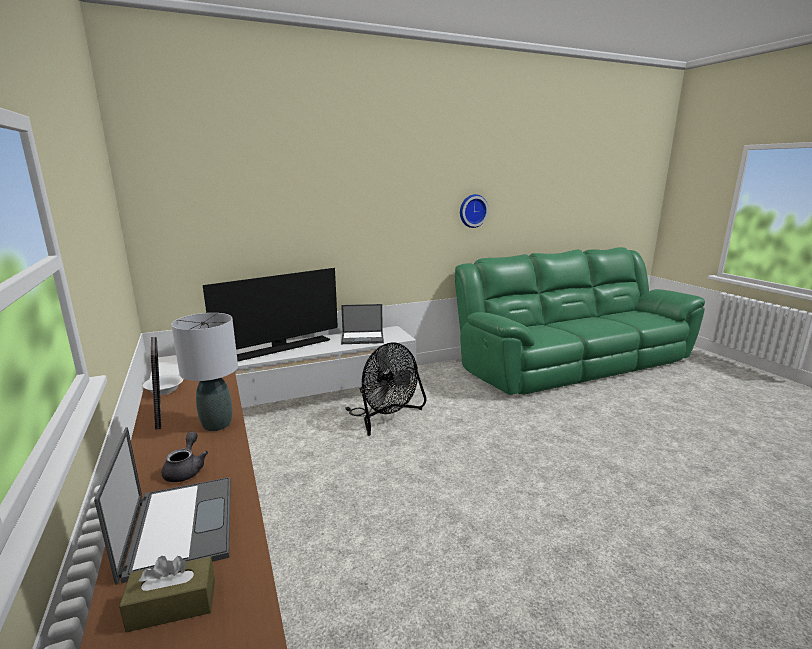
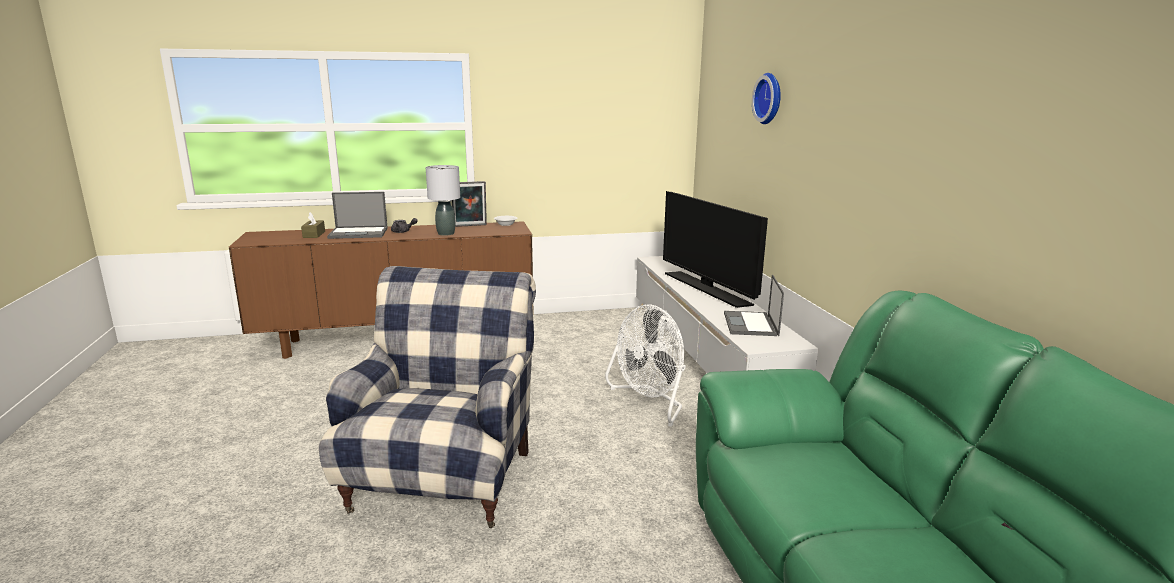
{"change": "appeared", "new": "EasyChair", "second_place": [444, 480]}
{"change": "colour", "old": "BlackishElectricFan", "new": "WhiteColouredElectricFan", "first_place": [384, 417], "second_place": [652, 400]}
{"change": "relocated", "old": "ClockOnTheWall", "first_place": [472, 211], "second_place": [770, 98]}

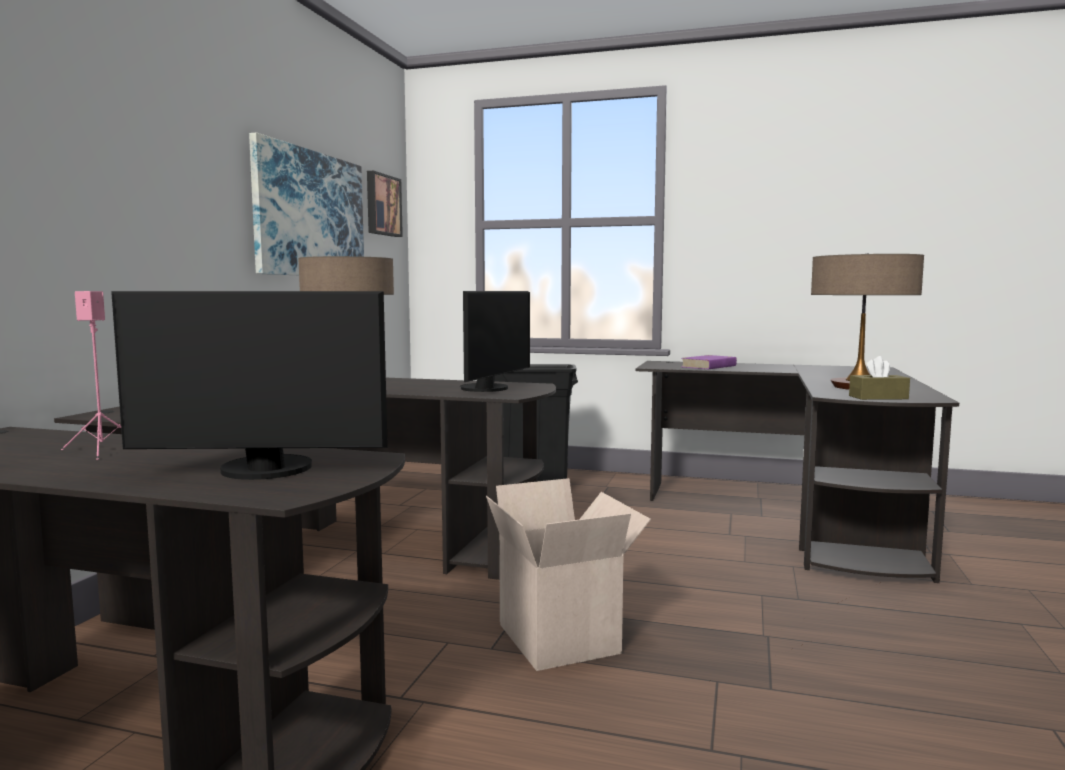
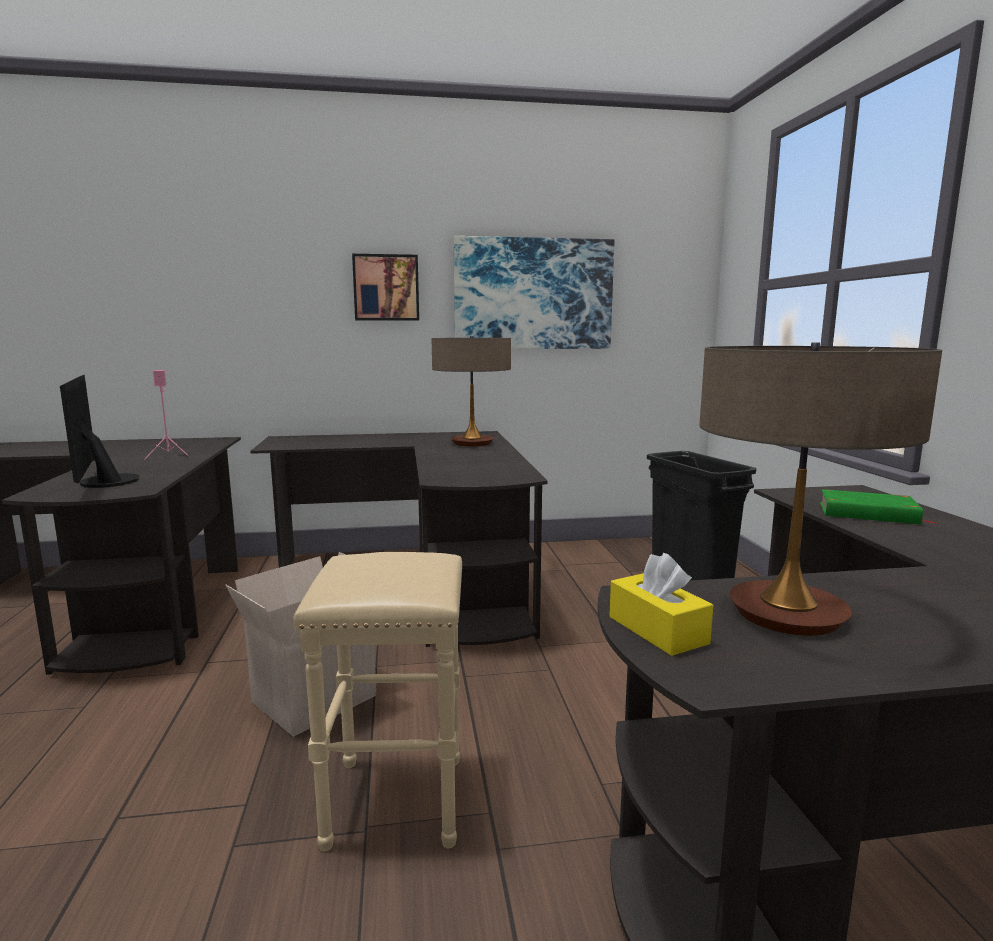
{"change": "appeared", "new": "BeigeColouredStoolSeat", "second_place": [392, 798]}
{"change": "relocated", "old": "WallPicture", "first_place": [382, 205], "second_place": [386, 288]}
{"change": "colour", "old": "BrownColouredTissueHolder", "new": "YellowTissueHolder", "first_place": [878, 397], "second_place": [657, 630]}
{"change": "colour", "old": "PurplishVolume", "new": "GreenVolume", "first_place": [709, 366], "second_place": [868, 513]}
{"change": "missing", "old": "Monitor", "first_place": [489, 388]}

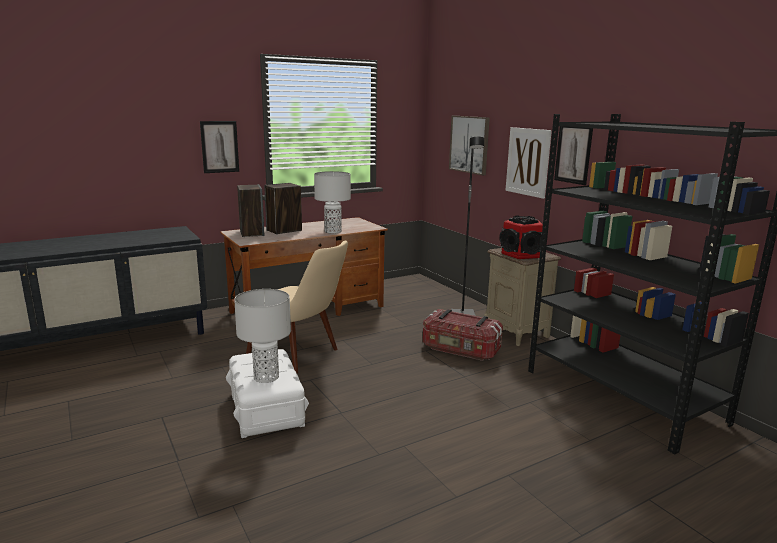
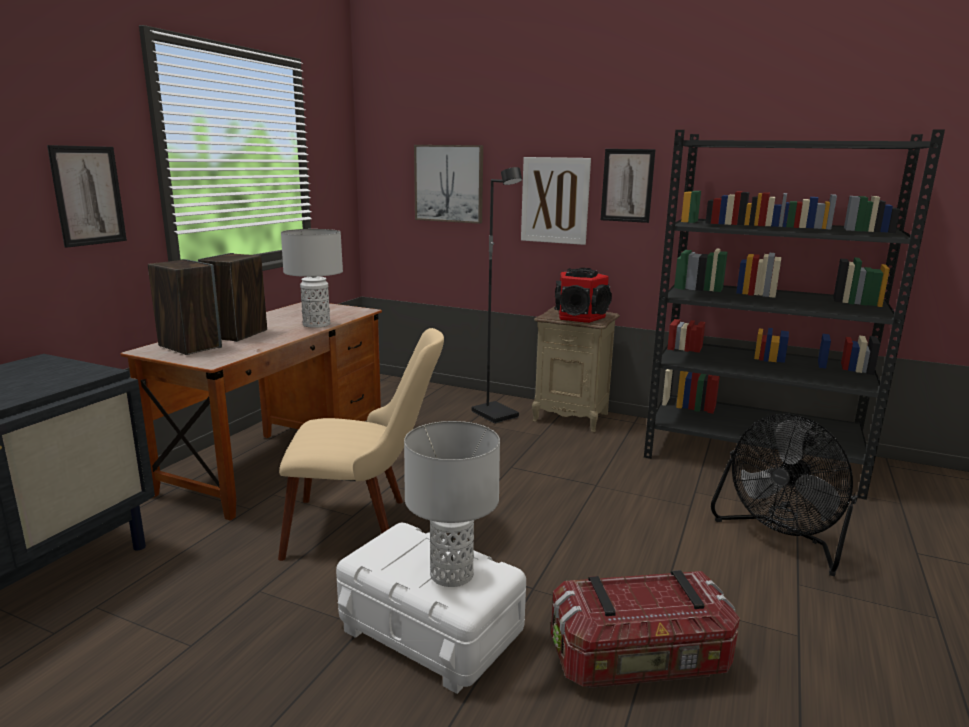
{"change": "relocated", "old": "StorageContainer", "first_place": [460, 350], "second_place": [640, 661]}
{"change": "appeared", "new": "BlackishElectricFan", "second_place": [779, 536]}

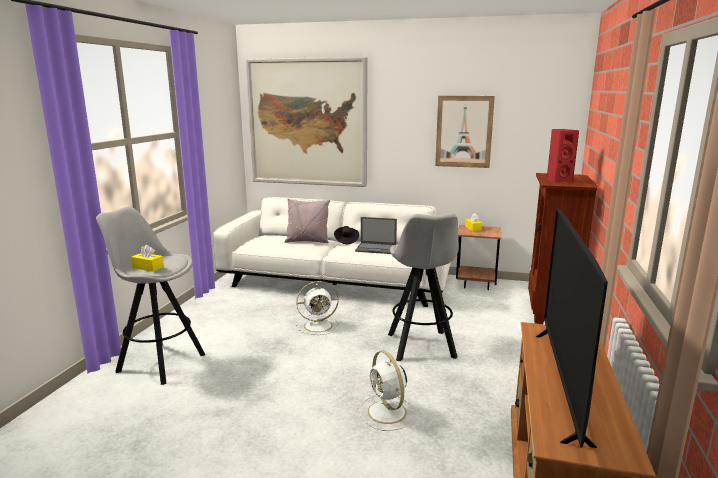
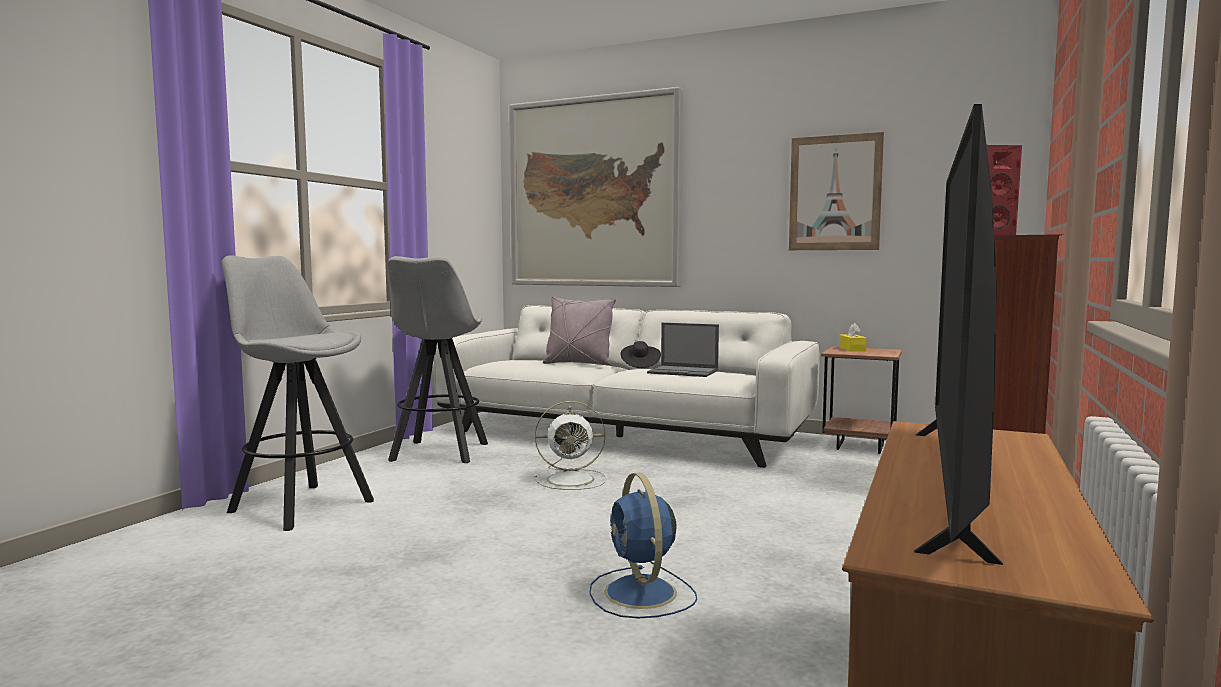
{"change": "relocated", "old": "GreyStoolSeat", "first_place": [421, 347], "second_place": [438, 453]}
{"change": "colour", "old": "WhiteColouredElectricFan", "new": "BluishElectricFan", "first_place": [388, 413], "second_place": [641, 594]}
{"change": "missing", "old": "YellowTissueHolder", "first_place": [148, 267]}

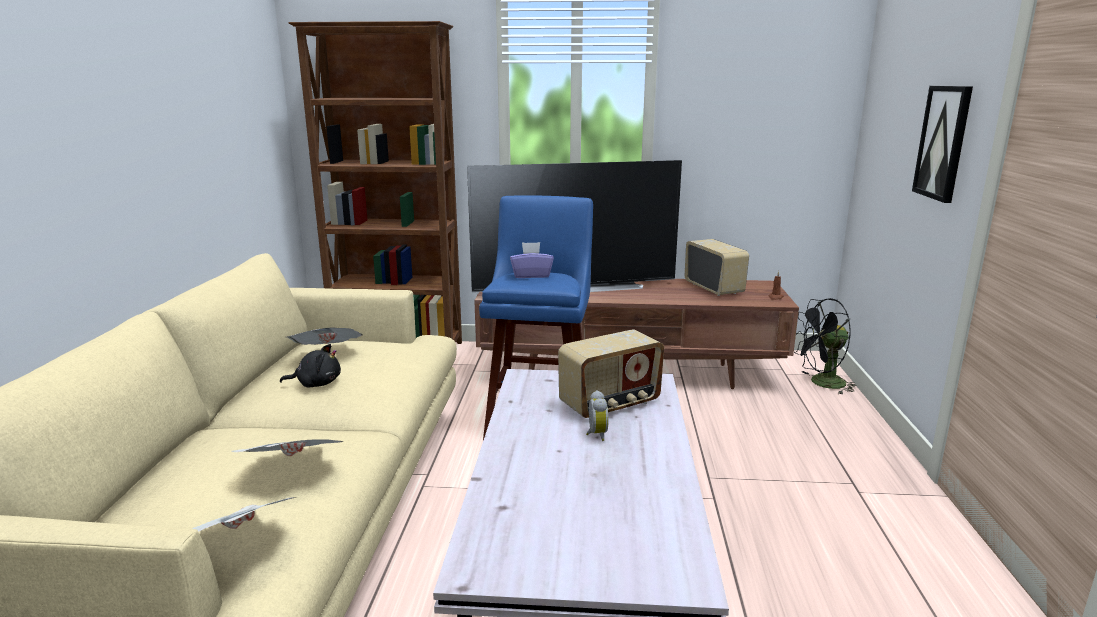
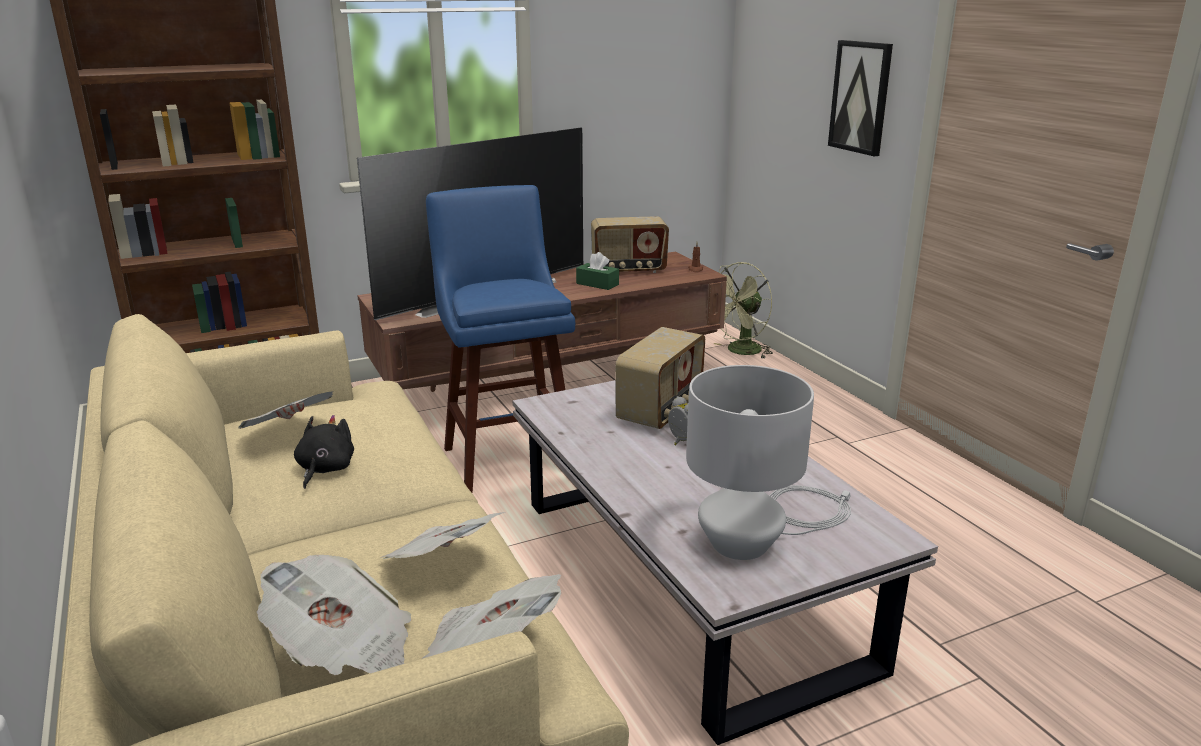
{"change": "appeared", "new": "PrintedPaper", "second_place": [344, 649]}
{"change": "spun", "old": "BlackishCuddlyToy", "first_place": [316, 384], "second_place": [324, 469], "degrees": -45}
{"change": "appeared", "new": "GreenTissueHolder", "second_place": [597, 284]}
{"change": "spun", "old": "RadioSet", "first_place": [714, 289], "second_place": [629, 270], "degrees": 135}
{"change": "appeared", "new": "WhiteColouredTableLamp", "second_place": [767, 529]}
{"change": "colour", "old": "BlackishElectricFan", "new": "GreenElectricFan", "first_place": [821, 384], "second_place": [740, 352]}
{"change": "missing", "old": "PurplishTissueHolder", "first_place": [531, 275]}

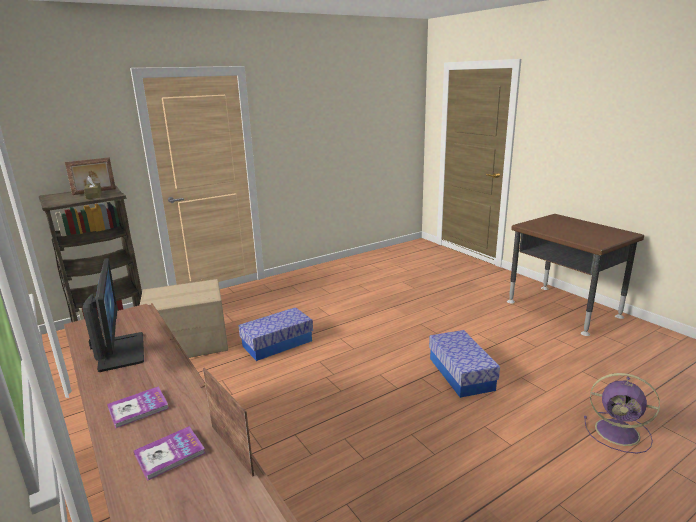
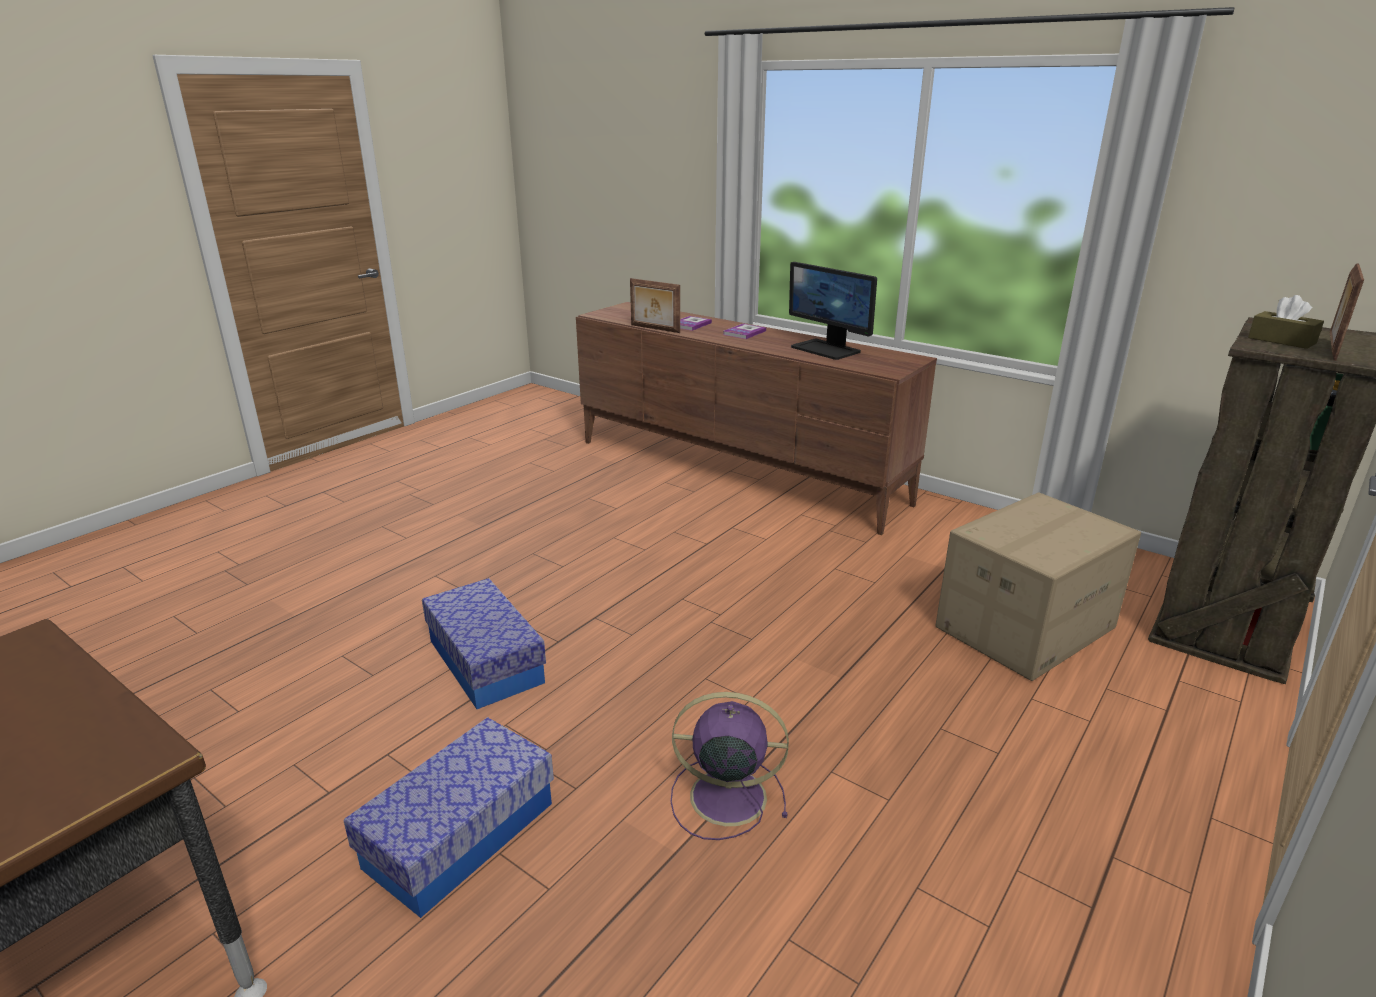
{"change": "relocated", "old": "StorageContainer", "first_place": [277, 344], "second_place": [460, 834]}
{"change": "relocated", "old": "PurplishElectricFan", "first_place": [619, 432], "second_place": [724, 796]}

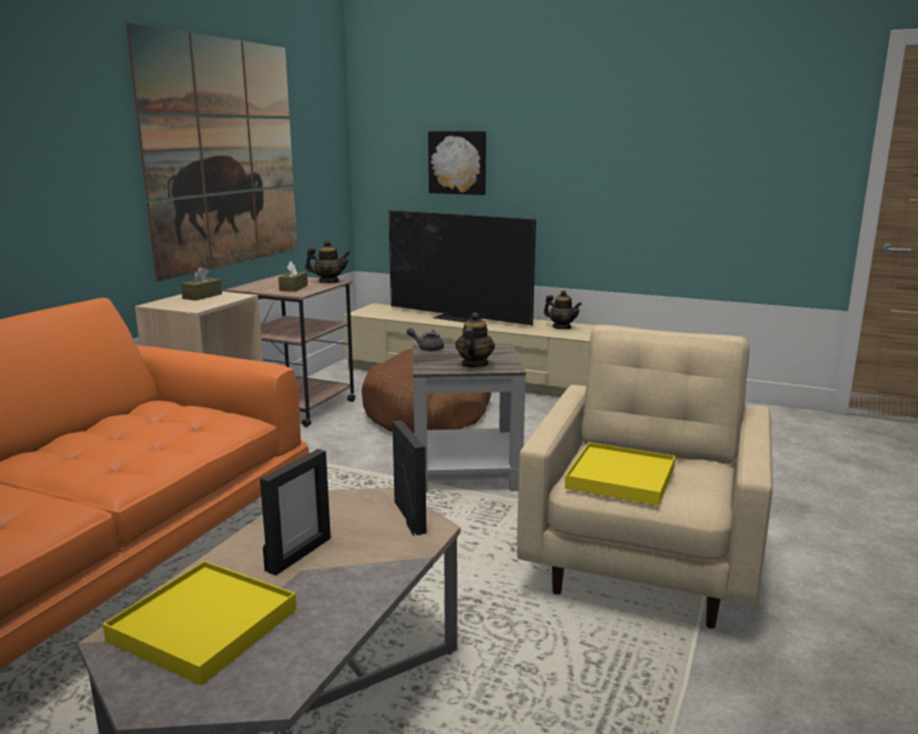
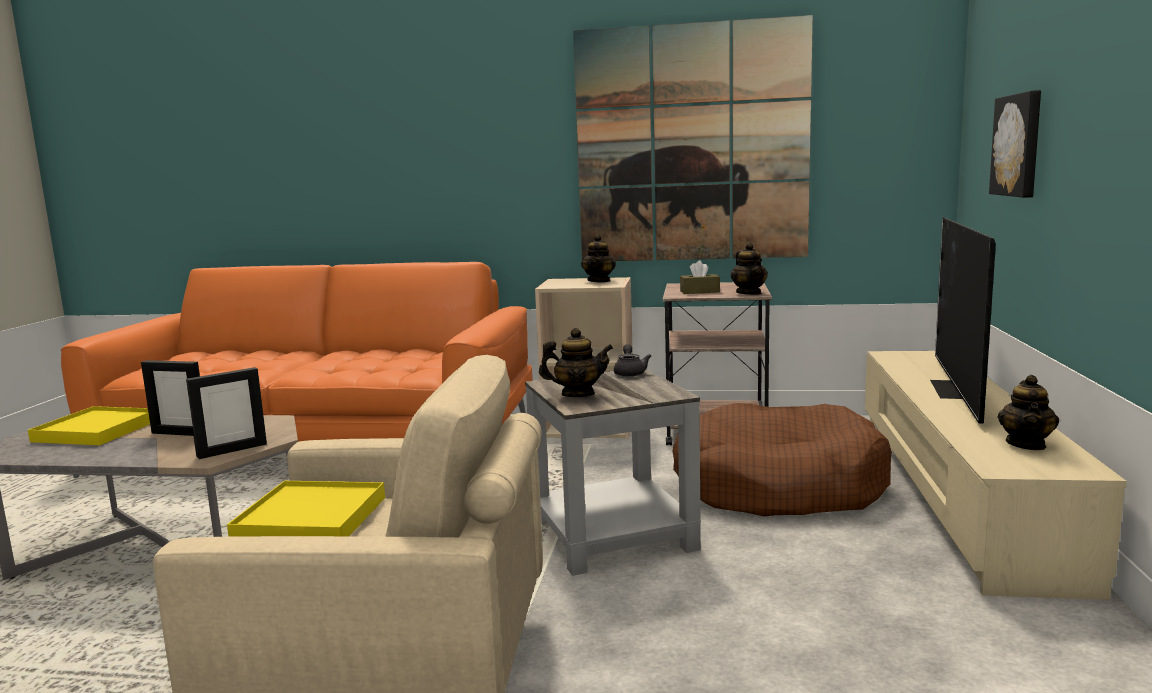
{"change": "exchanged", "old": "BrownColouredTissueHolder", "new": "Teapot", "first_place": [202, 296], "second_place": [599, 281]}

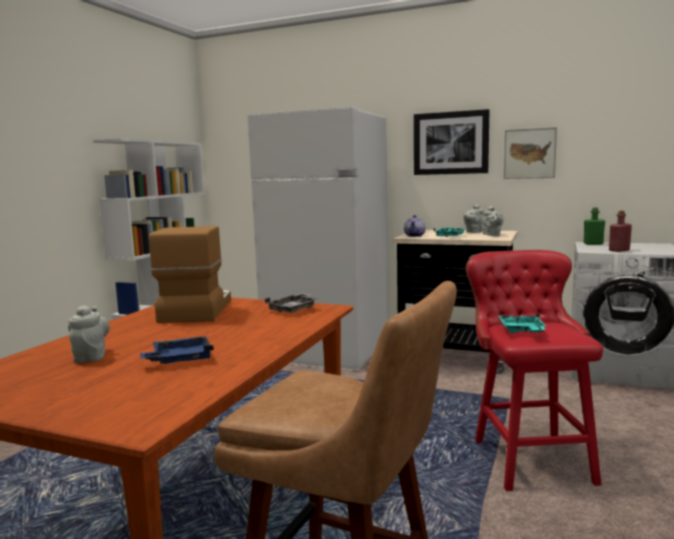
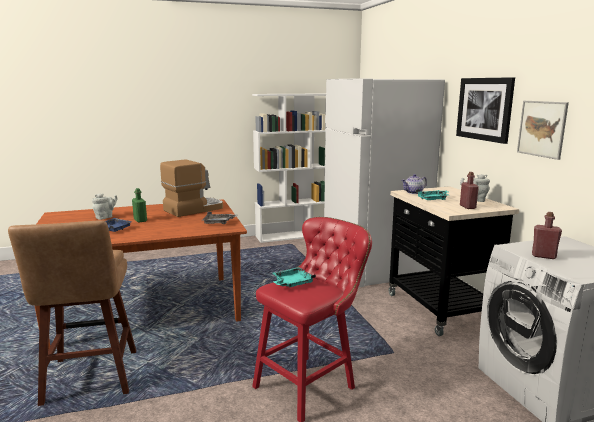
{"change": "relocated", "old": "GreenBeverageBottle", "first_place": [593, 244], "second_place": [140, 220]}
{"change": "exchanged", "old": "GreyTeapot", "new": "RedBeverageBottle", "first_place": [492, 235], "second_place": [467, 207]}

